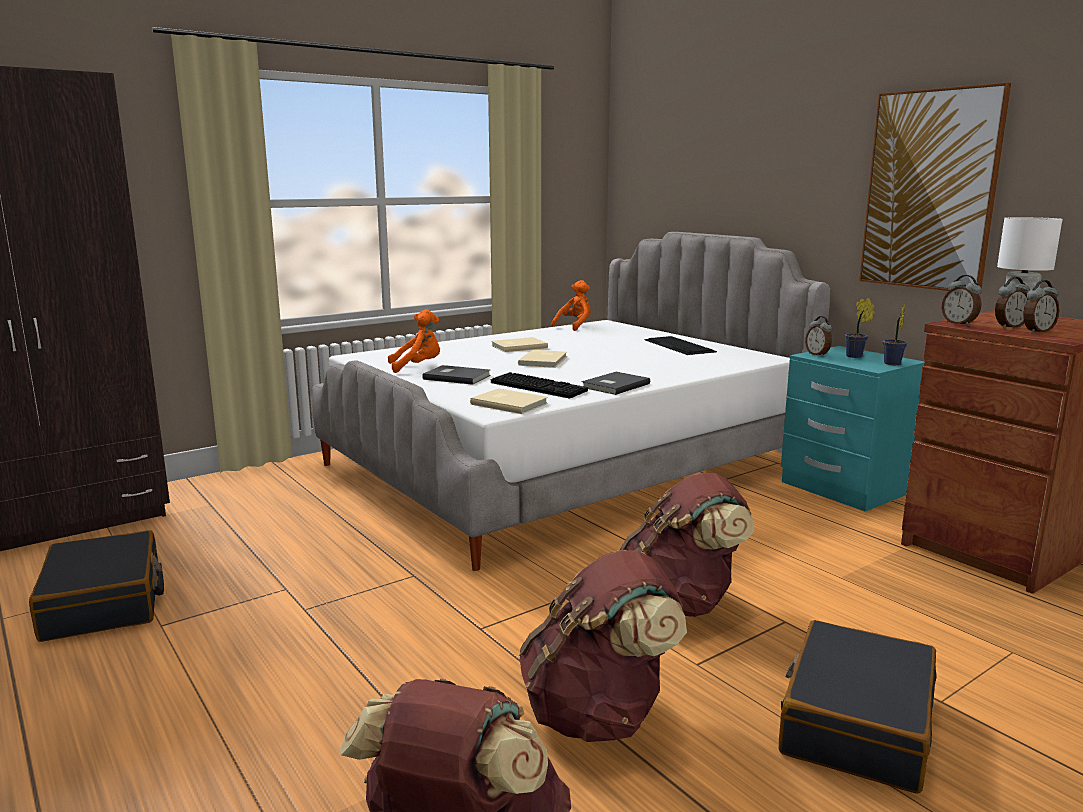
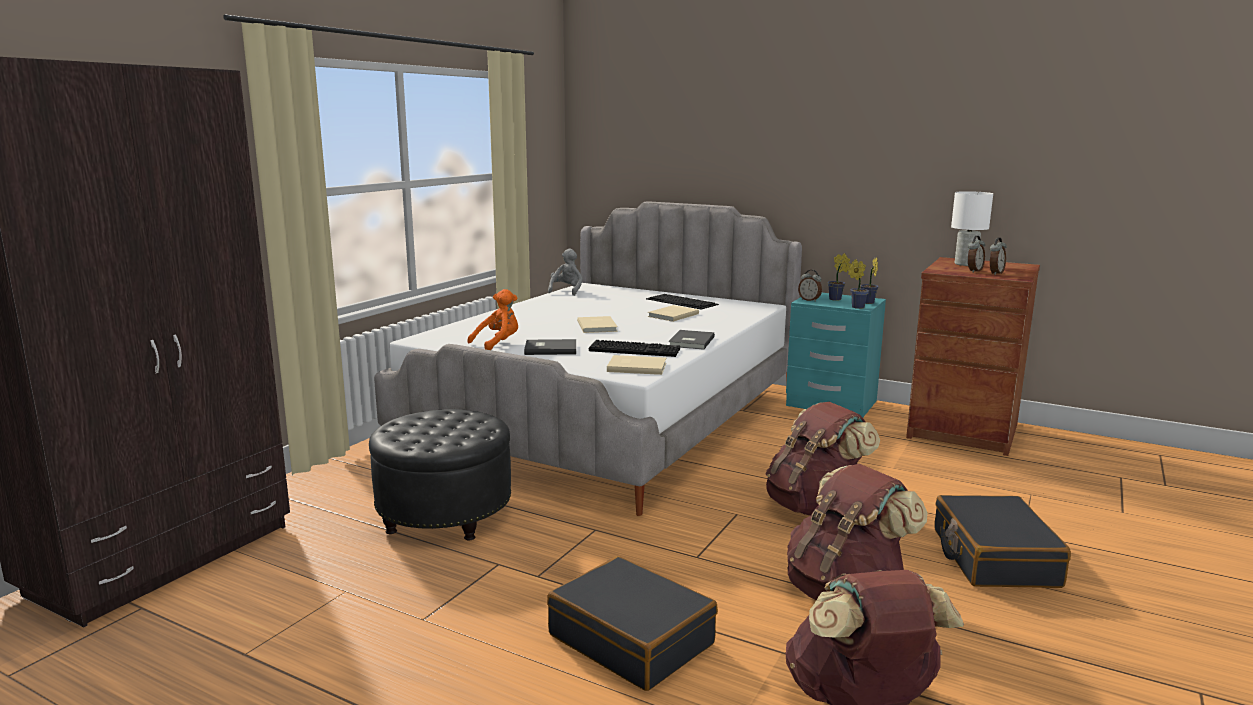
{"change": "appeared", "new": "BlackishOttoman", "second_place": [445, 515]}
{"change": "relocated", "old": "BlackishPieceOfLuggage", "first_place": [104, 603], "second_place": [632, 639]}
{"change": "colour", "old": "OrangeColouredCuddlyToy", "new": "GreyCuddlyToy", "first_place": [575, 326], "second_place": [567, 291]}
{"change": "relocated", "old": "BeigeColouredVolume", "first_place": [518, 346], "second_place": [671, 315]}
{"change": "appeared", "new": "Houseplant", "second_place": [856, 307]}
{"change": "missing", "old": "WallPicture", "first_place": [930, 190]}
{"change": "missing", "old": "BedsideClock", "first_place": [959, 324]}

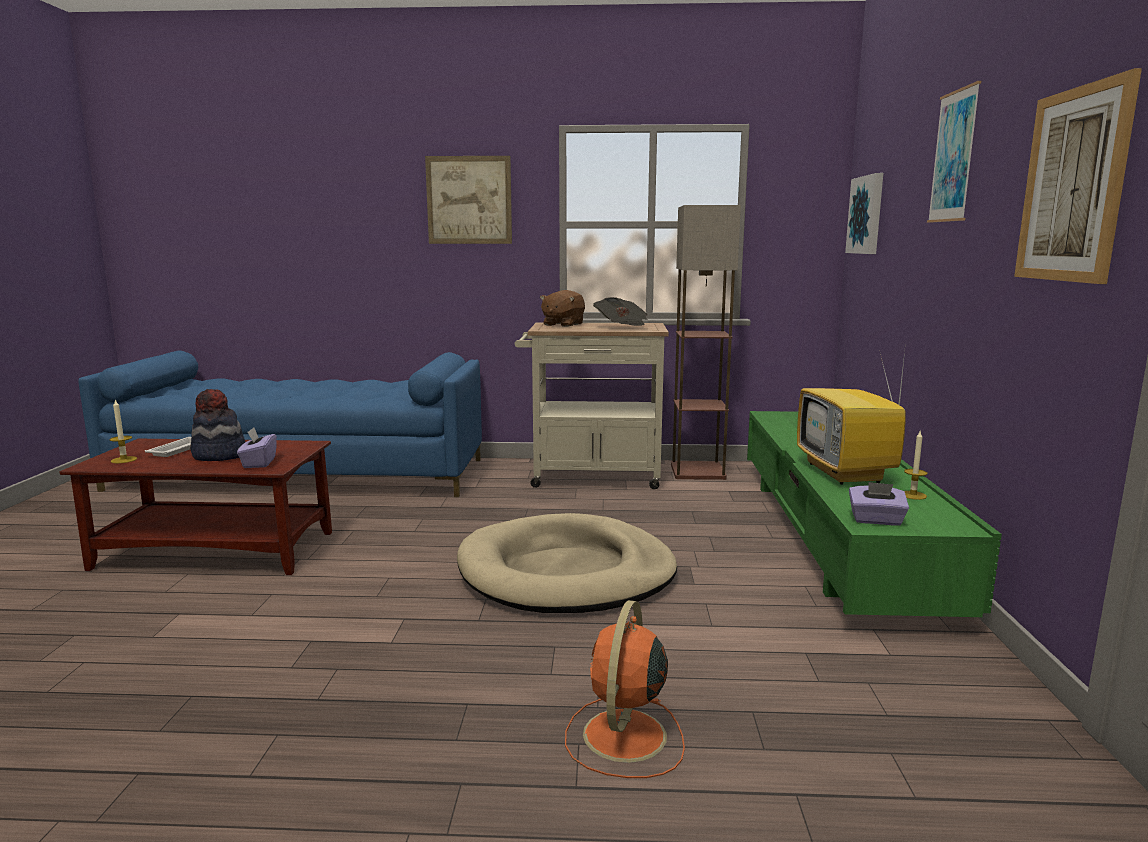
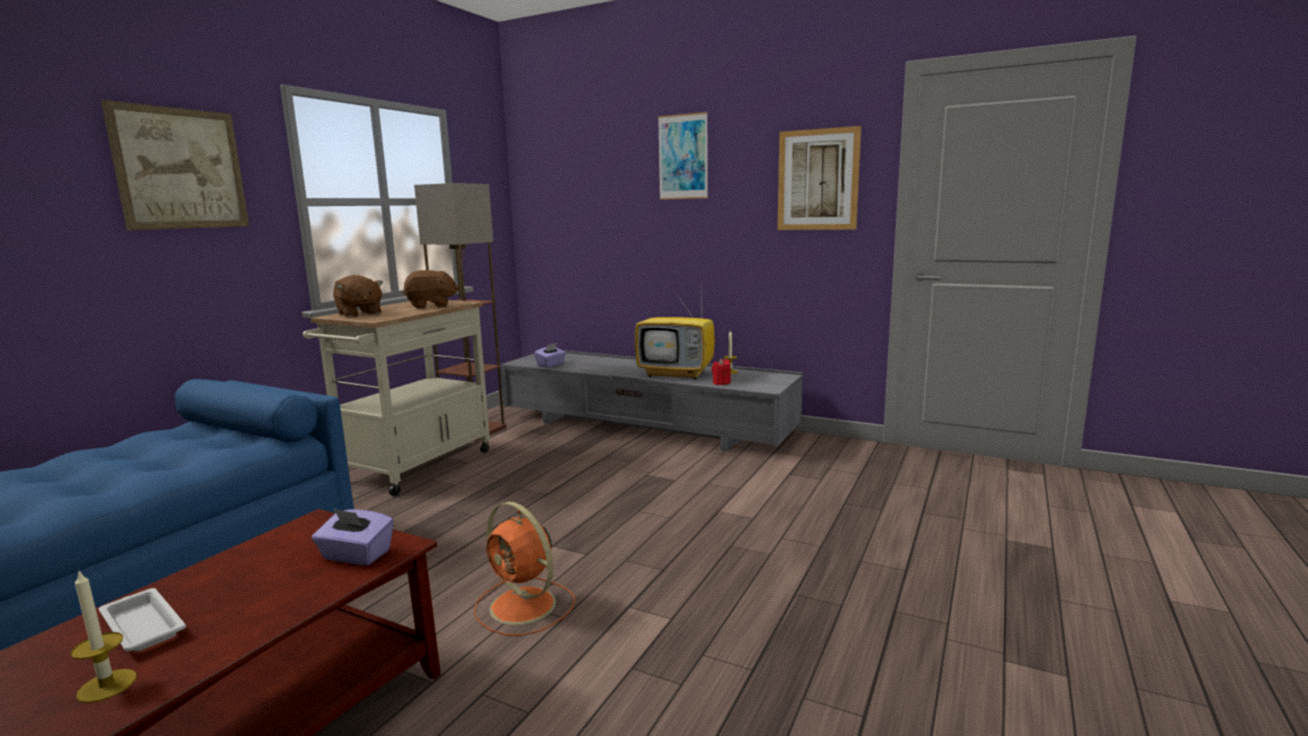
{"change": "exchanged", "old": "PrintedPaper", "new": "BrownColouredCuddlyToy", "first_place": [622, 328], "second_place": [431, 306]}
{"change": "relocated", "old": "OrangeColouredElectricFan", "first_place": [623, 737], "second_place": [525, 607]}
{"change": "colour", "old": "GreenTvStand", "new": "GreyTvStand", "first_place": [836, 534], "second_place": [646, 425]}
{"change": "relocated", "old": "PurplishTissueHolder", "first_place": [876, 520], "second_place": [551, 365]}
{"change": "appeared", "new": "RedWaxCandle", "second_place": [721, 383]}
{"change": "missing", "old": "ClothingHat", "first_place": [219, 456]}
{"change": "missing", "old": "BeigeColouredDogBed", "first_place": [566, 572]}
{"change": "missing", "old": "WallPicture", "first_place": [866, 215]}

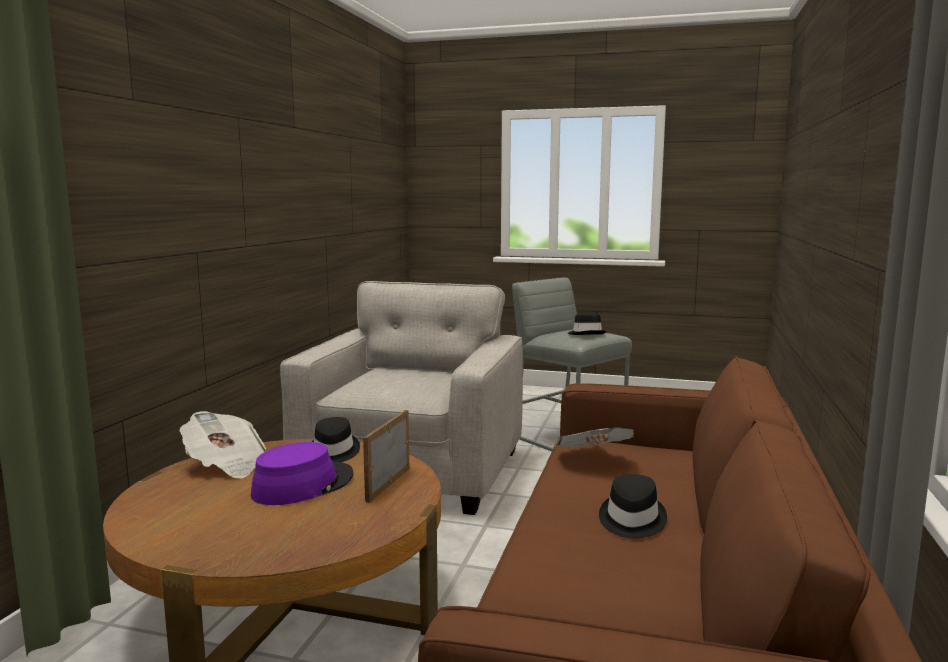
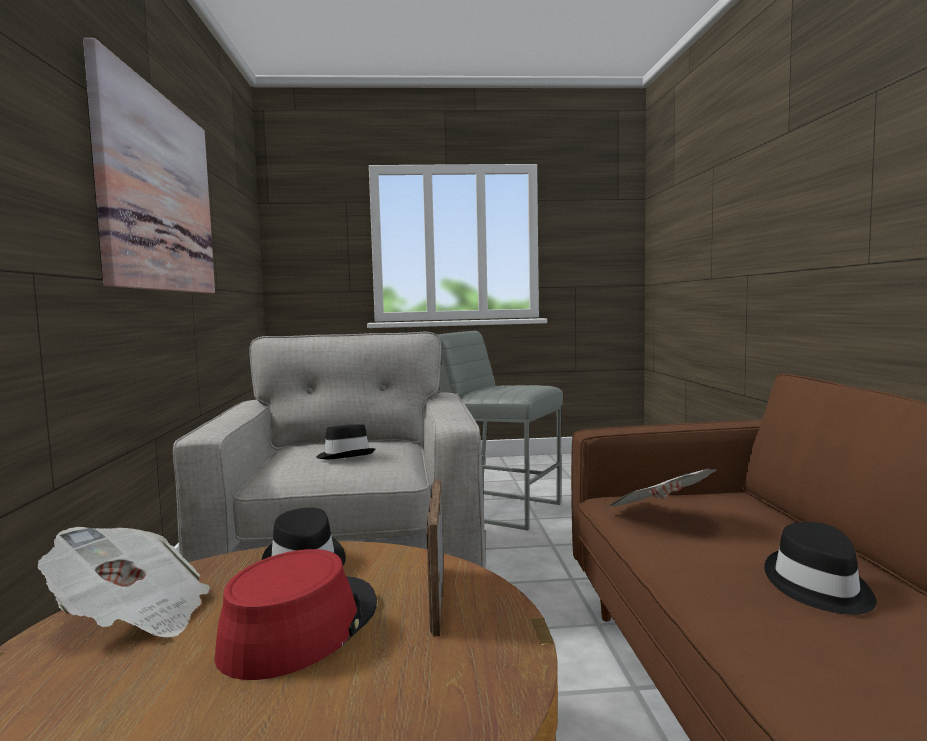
{"change": "appeared", "new": "WallPicture", "second_place": [158, 193]}
{"change": "colour", "old": "PurplishClothingHat", "new": "RedClothingHat", "first_place": [303, 485], "second_place": [300, 627]}
{"change": "relocated", "old": "BlackishClothingHat", "first_place": [586, 334], "second_place": [345, 455]}

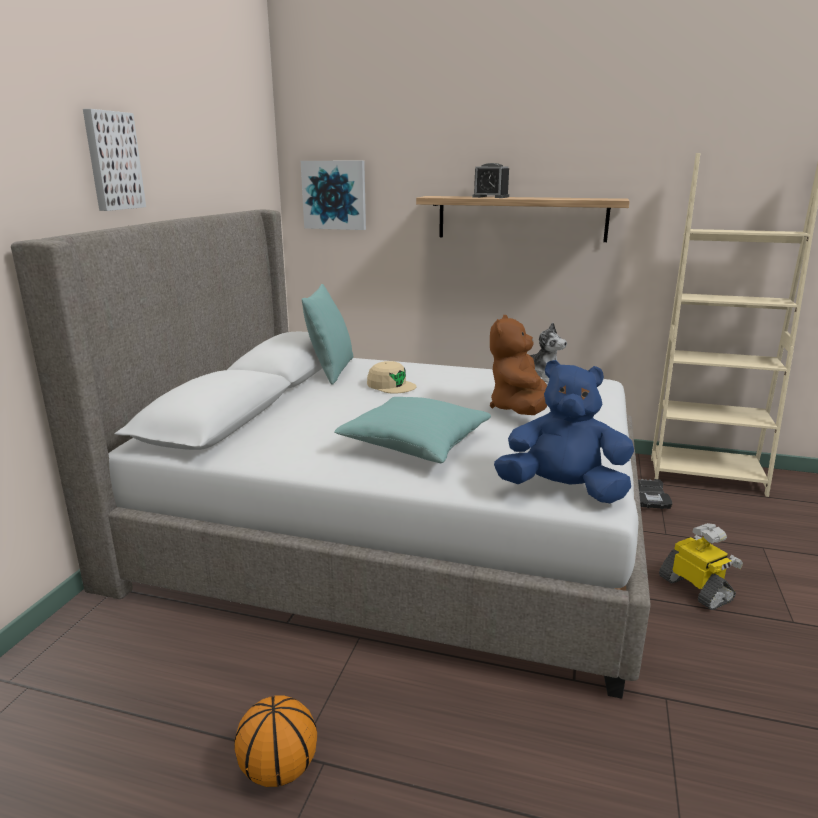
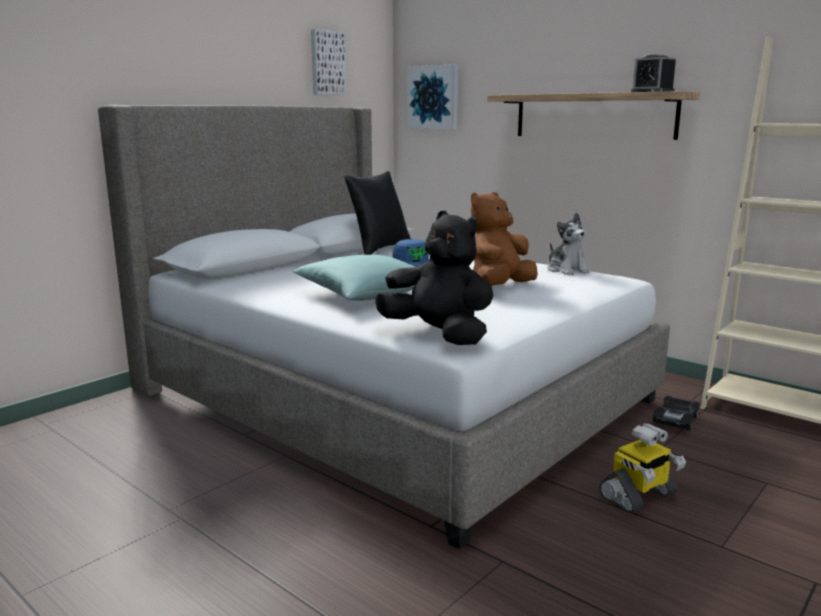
{"change": "relocated", "old": "WallPicture", "first_place": [112, 161], "second_place": [327, 63]}
{"change": "colour", "old": "BlueGreenPillow", "new": "BlackishPillow", "first_place": [330, 371], "second_place": [379, 248]}
{"change": "colour", "old": "BluishCuddlyToy", "new": "BlackishCuddlyToy", "first_place": [562, 490], "second_place": [438, 335]}
{"change": "colour", "old": "BeigeColouredPeakedCap", "new": "BluishPeakedCap", "first_place": [391, 385], "second_place": [413, 261]}
{"change": "spun", "old": "ModelRobot", "first_place": [696, 589], "second_place": [639, 496], "degrees": 60}
{"change": "relocated", "old": "BedsideClock", "first_place": [490, 197], "second_place": [652, 92]}
{"change": "missing", "old": "Basketball", "first_place": [278, 770]}

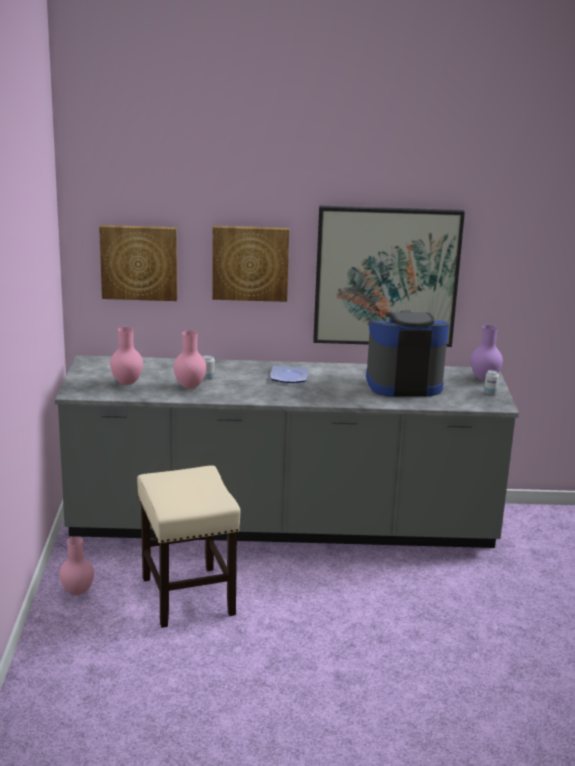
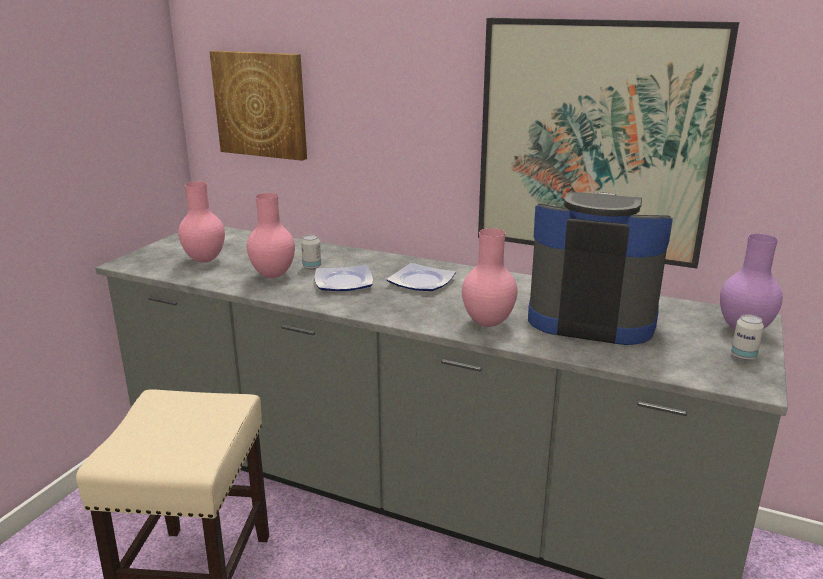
{"change": "appeared", "new": "Plate", "second_place": [345, 283]}
{"change": "relocated", "old": "PinkColouredDecorativeVase", "first_place": [78, 592], "second_place": [489, 323]}
{"change": "missing", "old": "WallPicture", "first_place": [250, 263]}

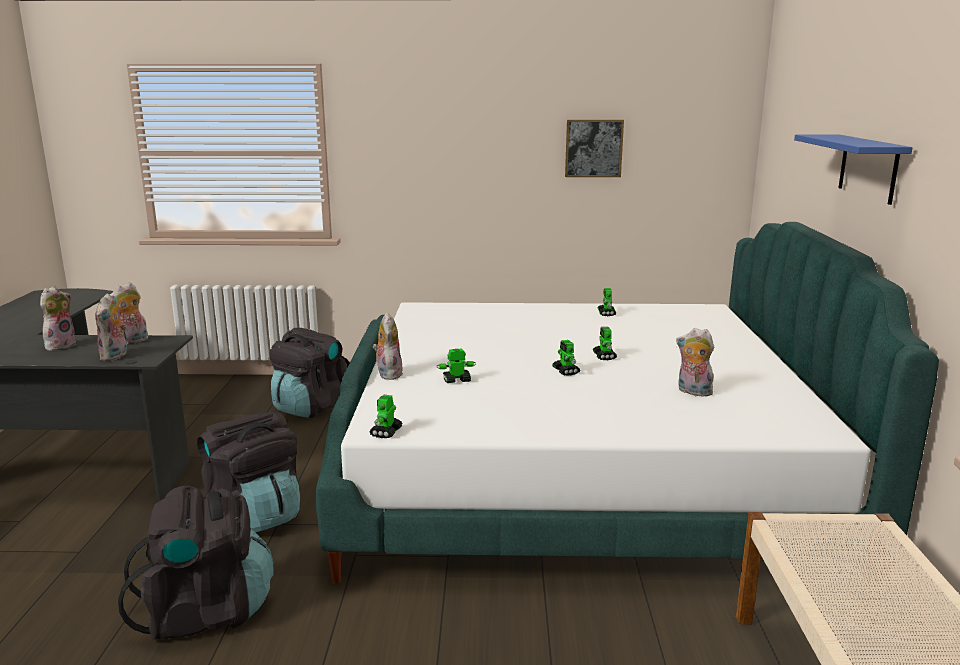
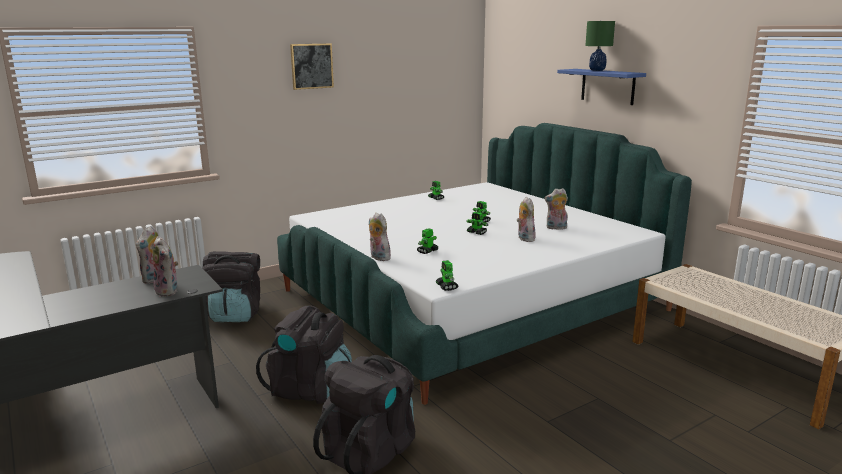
{"change": "relocated", "old": "WallPicture", "first_place": [593, 148], "second_place": [311, 66]}
{"change": "relocated", "old": "CuddlyToy", "first_place": [60, 345], "second_place": [524, 238]}
{"change": "appeared", "new": "GreenTableLamp", "second_place": [596, 70]}

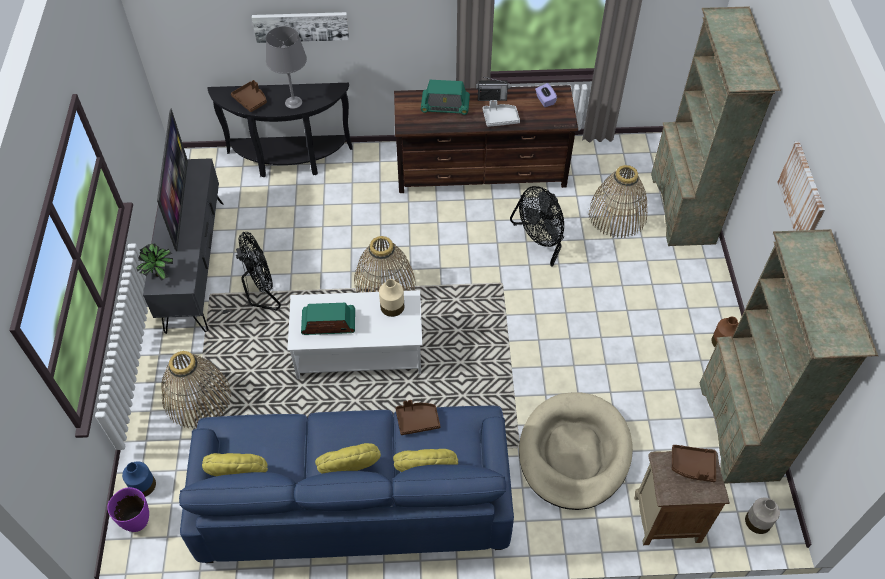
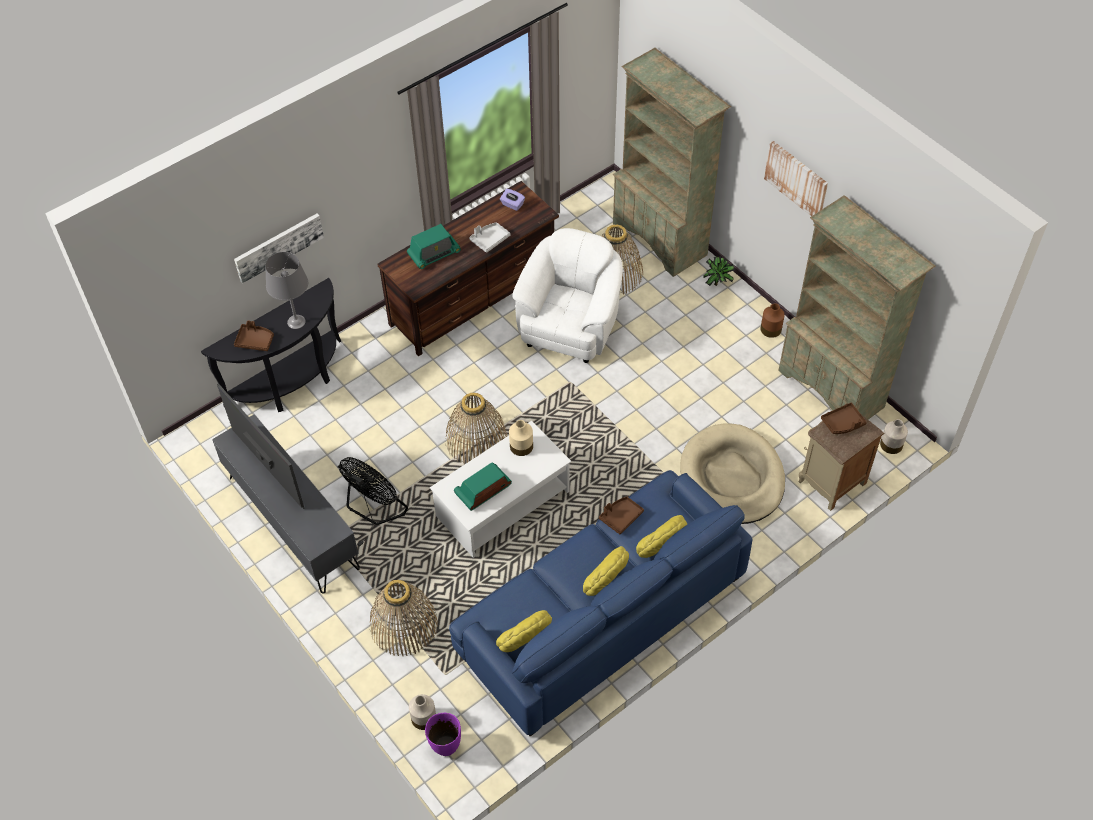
{"change": "colour", "old": "BluishDecorativeVase", "new": "BeigeColouredDecorativeVase", "first_place": [143, 485], "second_place": [424, 718]}
{"change": "exchanged", "old": "BlackishElectricFan", "new": "WhiteColouredEasyChair", "first_place": [541, 237], "second_place": [570, 326]}
{"change": "relocated", "old": "Houseplant", "first_place": [160, 274], "second_place": [717, 283]}
{"change": "missing", "old": "RadioSet", "first_place": [492, 98]}

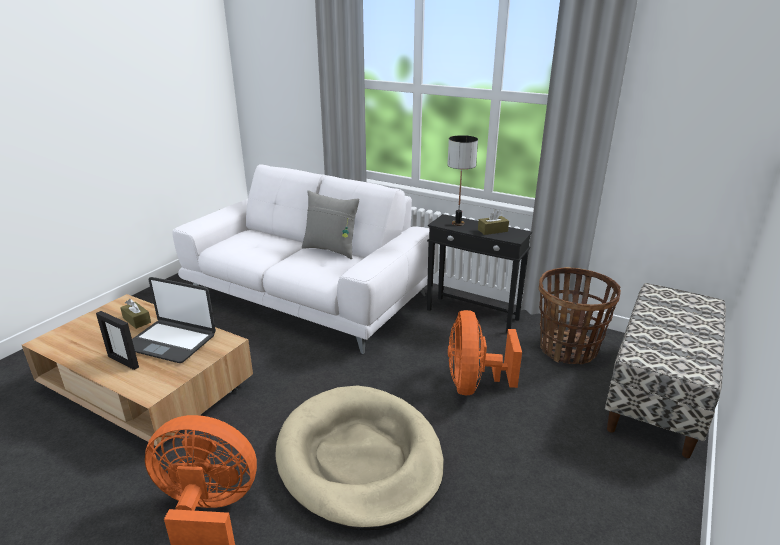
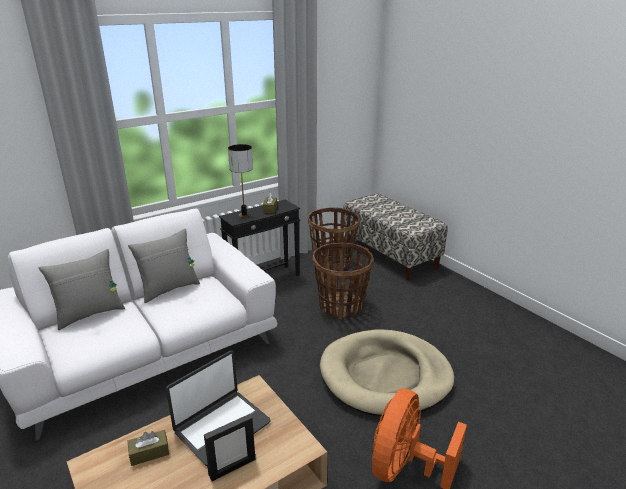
{"change": "appeared", "new": "GreyPillow", "second_place": [90, 315]}
{"change": "exchanged", "old": "OrangeColouredElectricFan", "new": "StorageBasket", "first_place": [473, 384], "second_place": [341, 307]}

